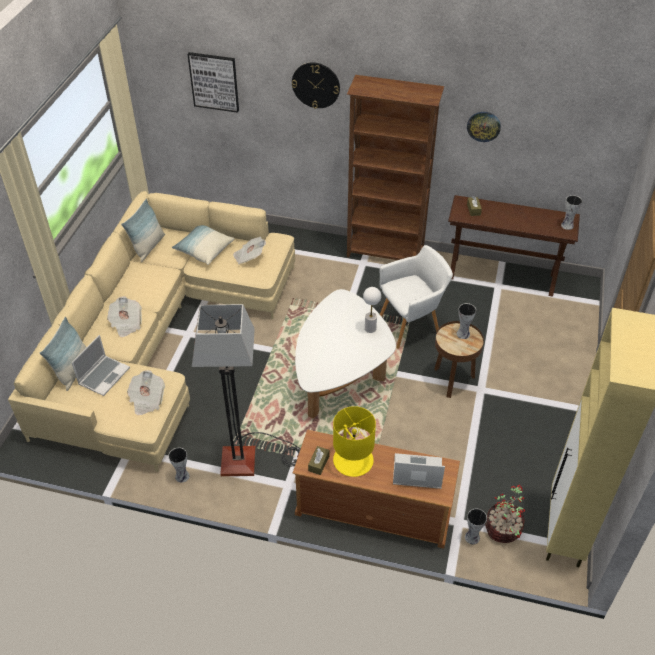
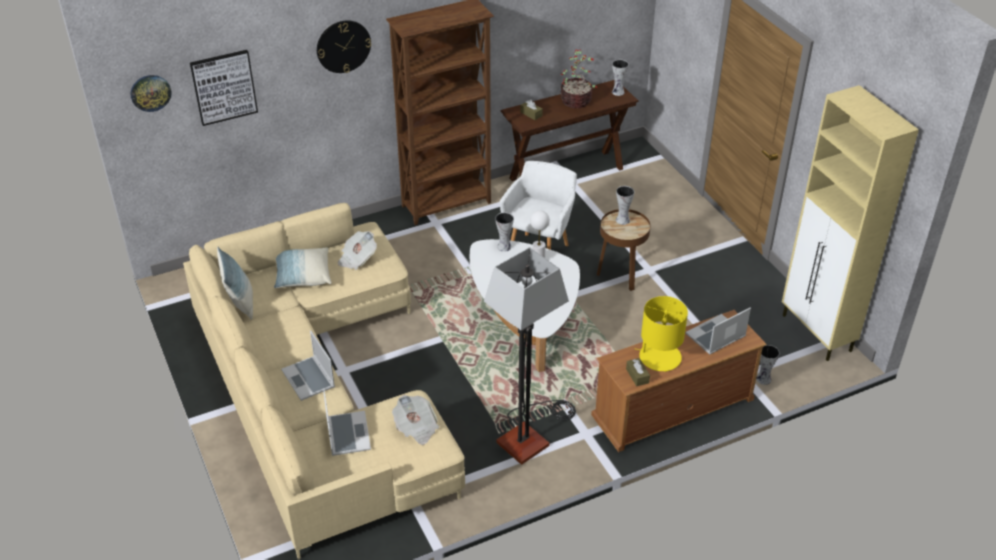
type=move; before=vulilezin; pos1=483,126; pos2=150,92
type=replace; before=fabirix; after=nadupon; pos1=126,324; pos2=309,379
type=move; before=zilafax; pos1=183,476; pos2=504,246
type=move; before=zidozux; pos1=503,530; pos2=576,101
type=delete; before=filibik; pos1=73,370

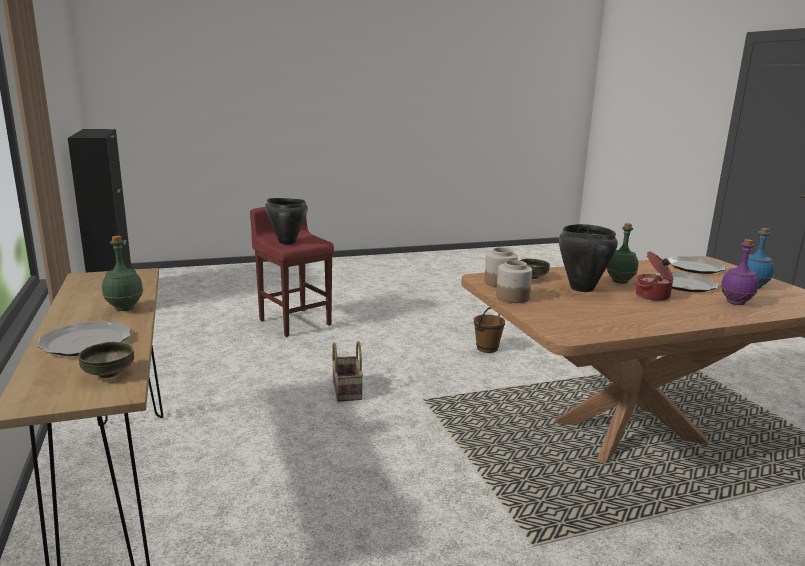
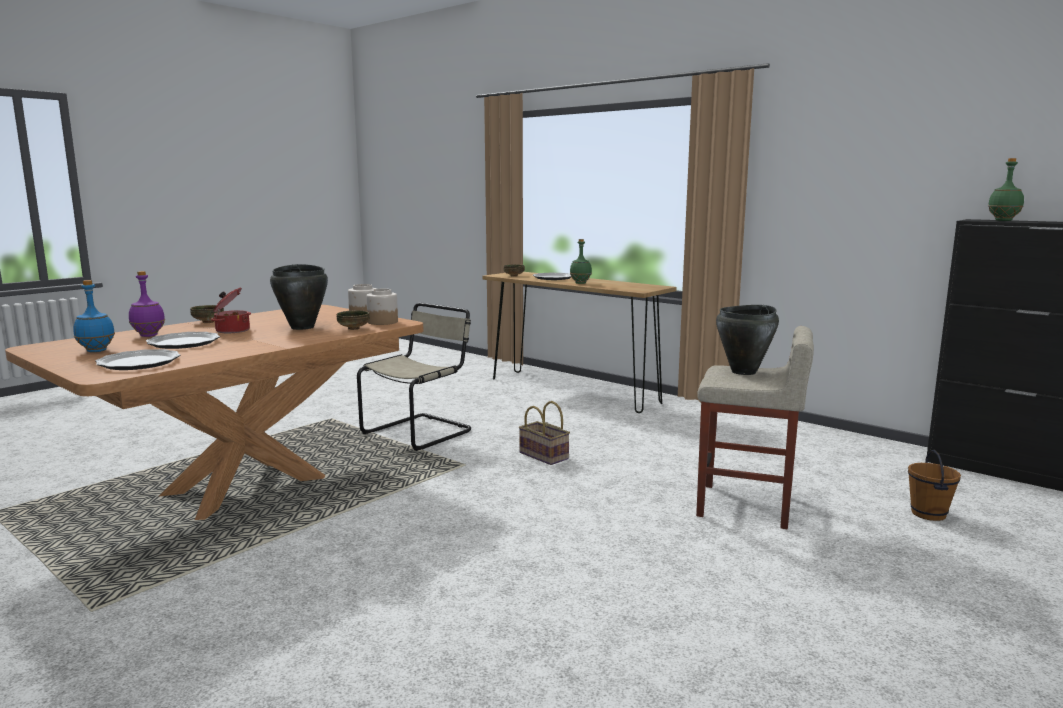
type=insert; after=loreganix; pos2=207,322
type=insert; after=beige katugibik; pos2=420,432
type=recolor; before=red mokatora; after=beige mokatora; pos1=294,322; pos2=746,506
type=move; before=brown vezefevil; pos1=487,348; pos2=929,514
type=move; before=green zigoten; pos1=620,282; pos2=1003,220

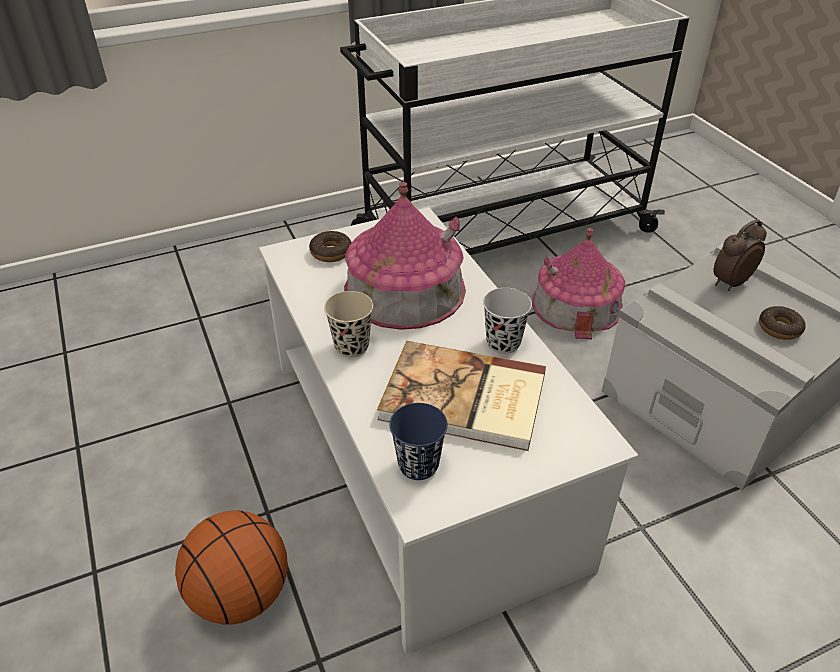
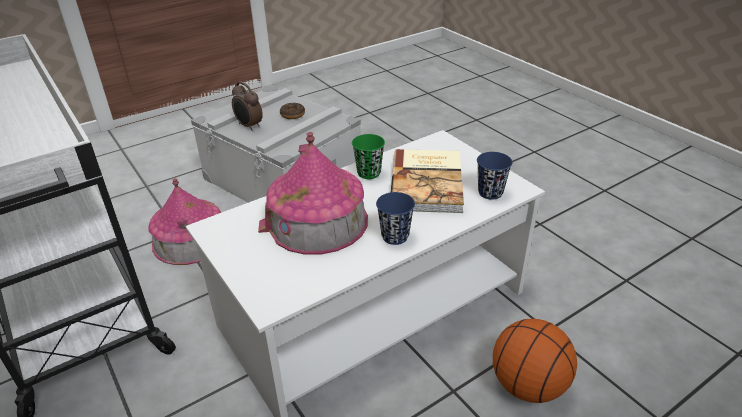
type=recolor; before=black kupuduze; after=green kupuduze; pos1=503,343; pos2=369,173
type=recolor; before=beige kupuduze; after=blue kupuduze; pos1=351,346; pos2=395,236
type=delete; before=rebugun; pos1=331,252

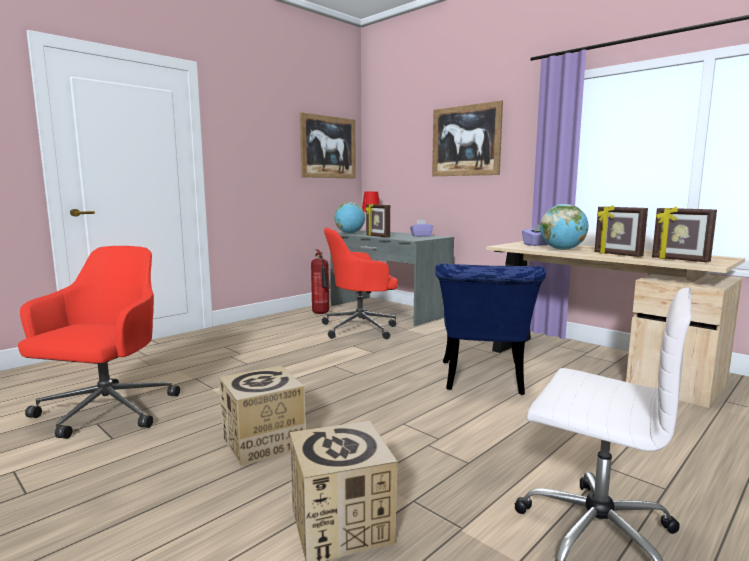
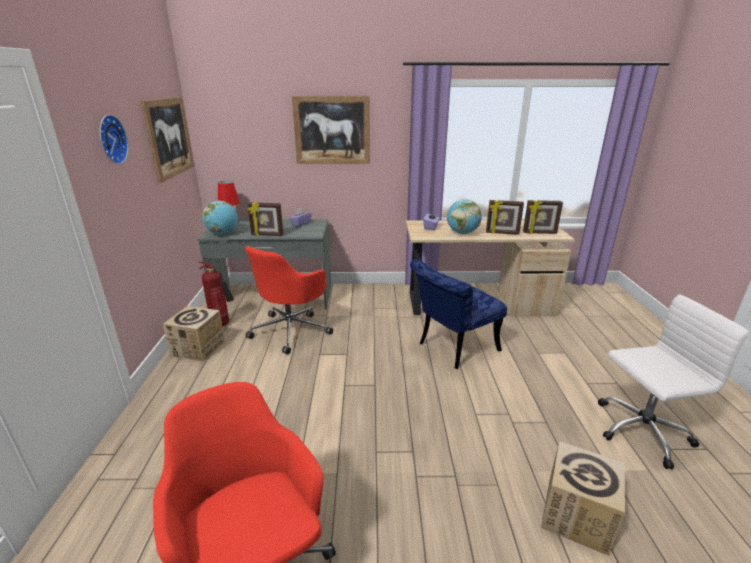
type=insert; after=vulilezin; pos2=110,139
type=move; before=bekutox; pos1=263,442; pos2=198,348
type=rotate; before=blue katugibik; pos1=482,381; pos2=452,348; turn=90

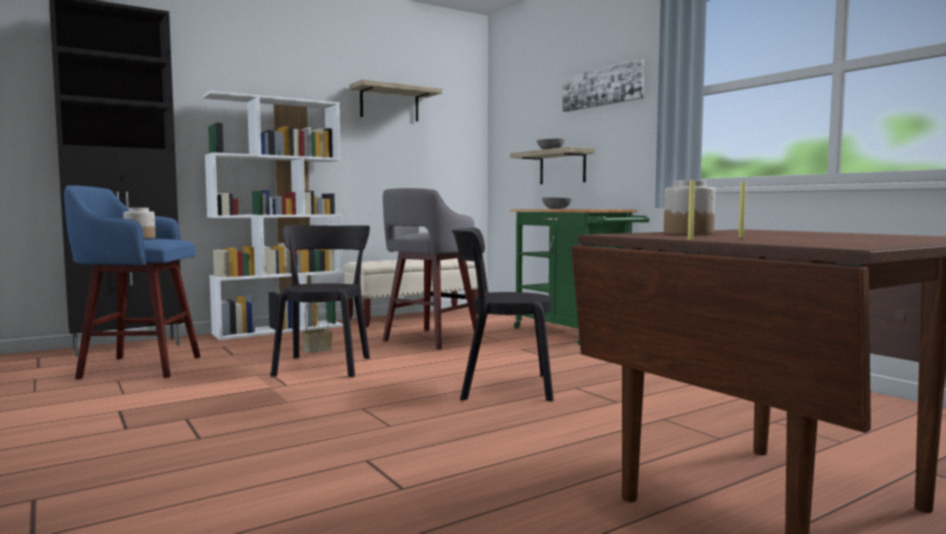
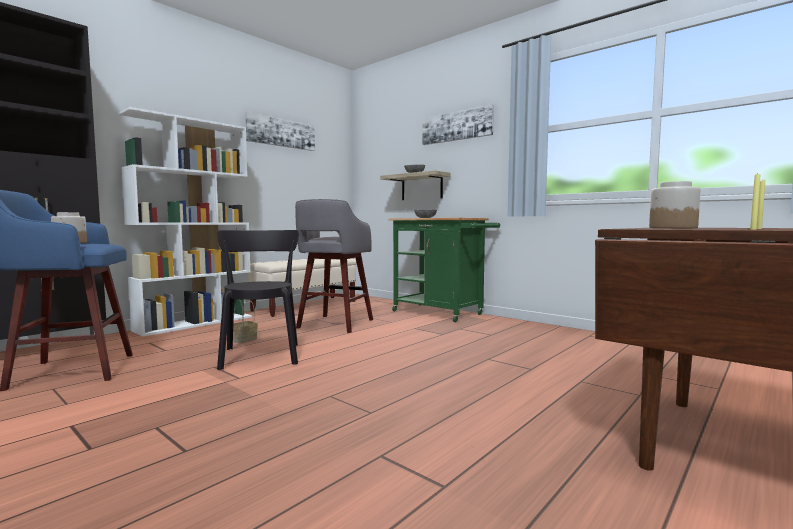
type=replace; before=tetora; after=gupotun; pos1=389,104; pos2=281,133
type=delete; before=black katugibik; pos1=500,387

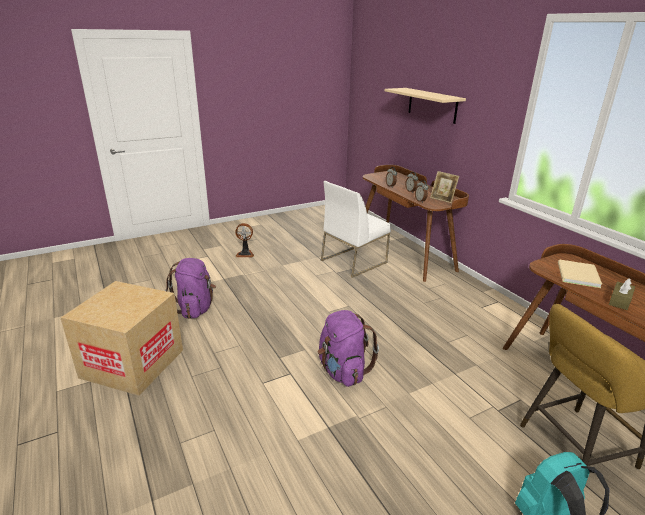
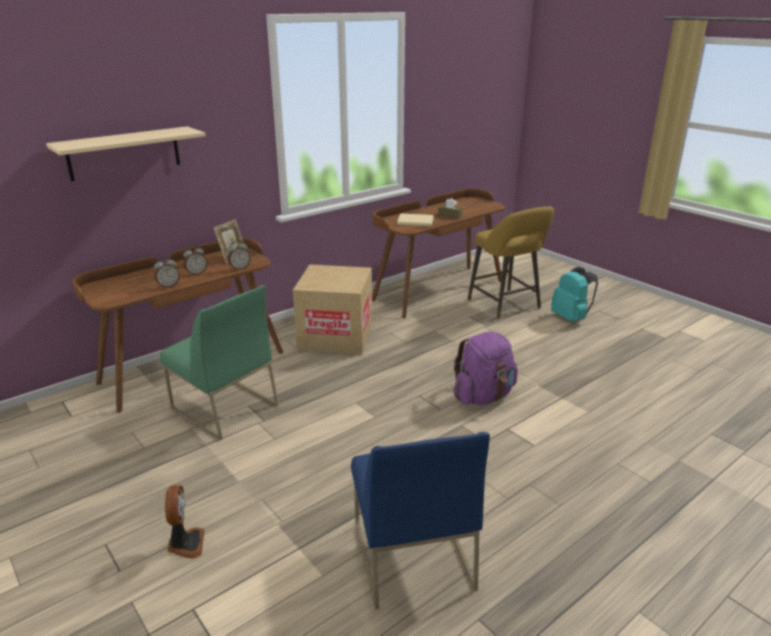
type=recolor; before=white katugibik; after=green katugibik; pos1=354,261; pos2=224,407
type=move; before=bekutox; pos1=132,363; pos2=336,336
type=replace; before=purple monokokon; after=blue katugibik; pos1=195,308; pos2=411,555

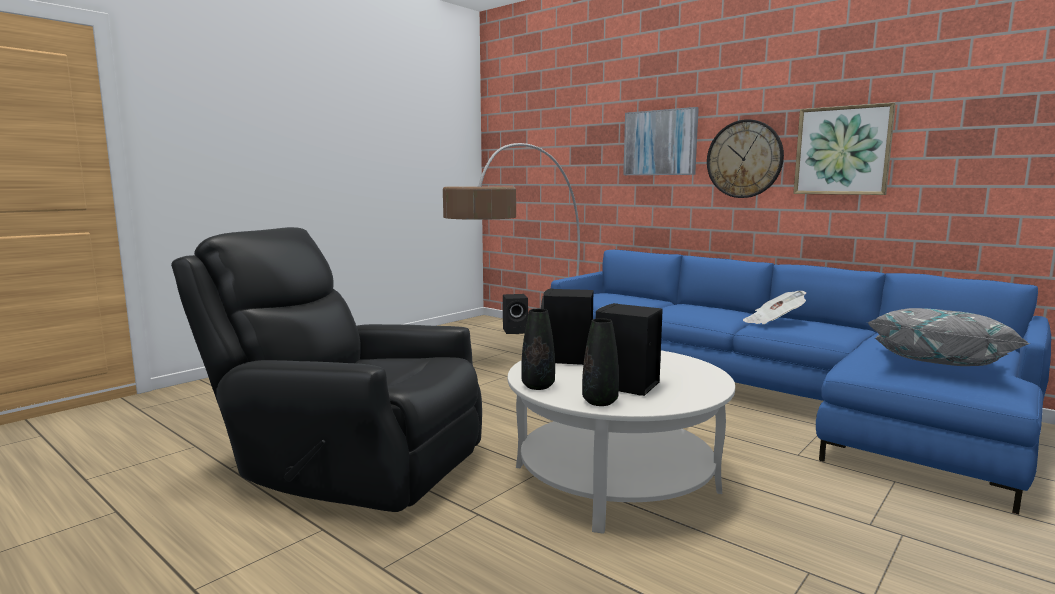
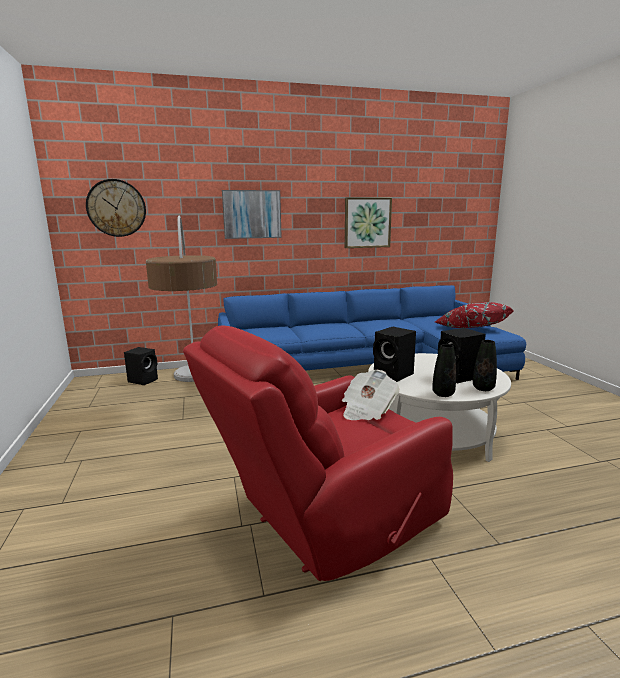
type=move; before=vulilezin; pos1=744,159; pos2=116,208
type=recolor; before=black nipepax; after=red nipepax; pos1=347,465; pos2=327,522
type=move; before=fabirix; pos1=773,322; pos2=367,410
type=recolor; before=grey filibik; after=red filibik; pos1=937,366; pos2=471,328

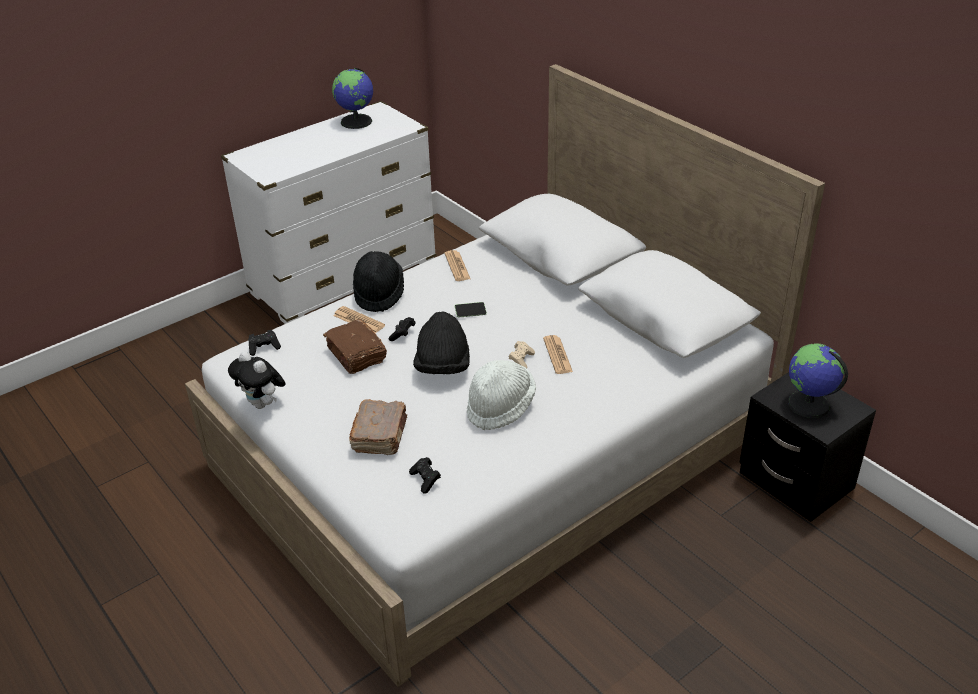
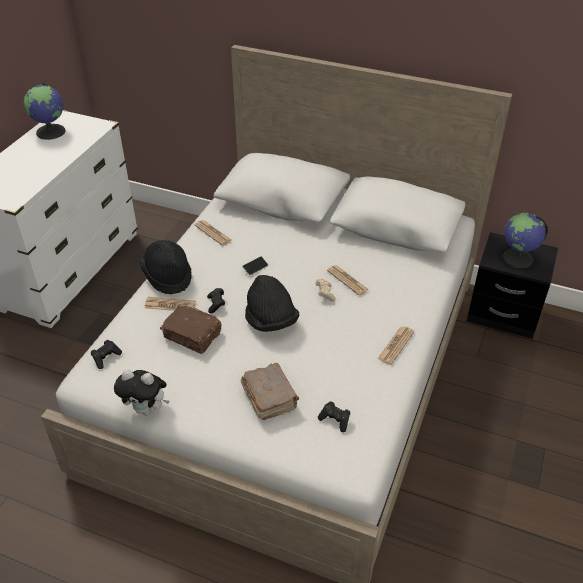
type=insert; after=fabirix; pos2=396,345
type=delete; before=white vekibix; pos1=500,407

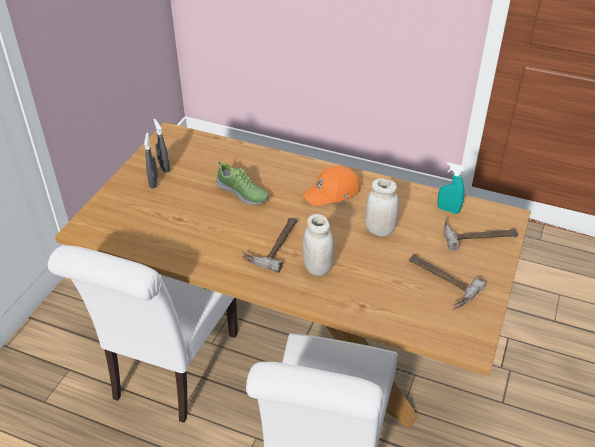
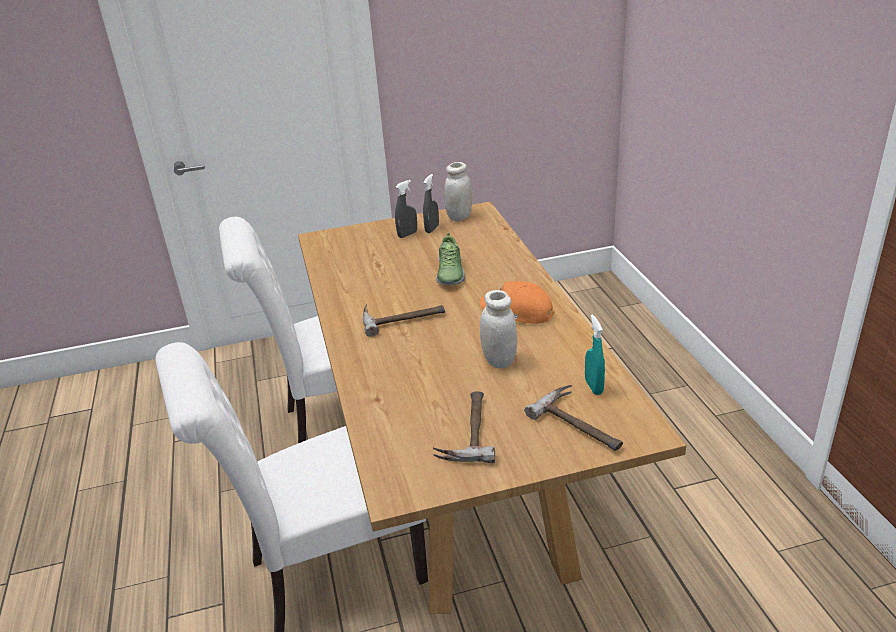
type=move; before=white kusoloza; pos1=317,267; pos2=459,217

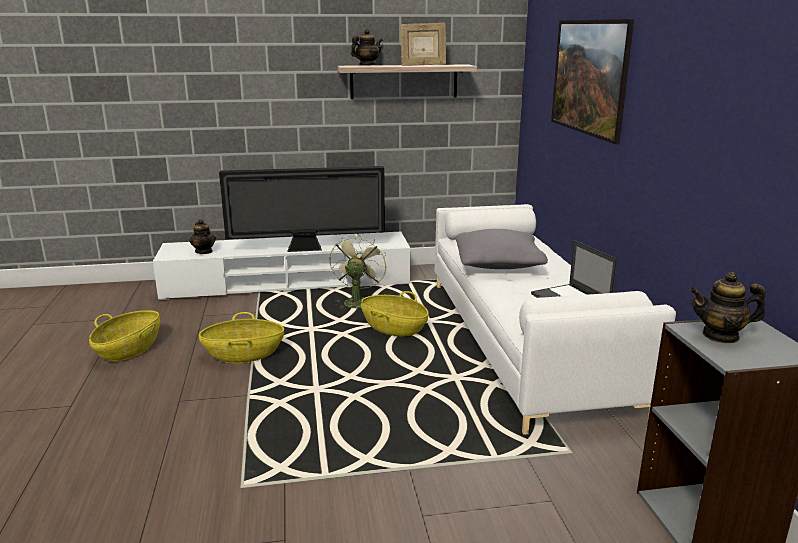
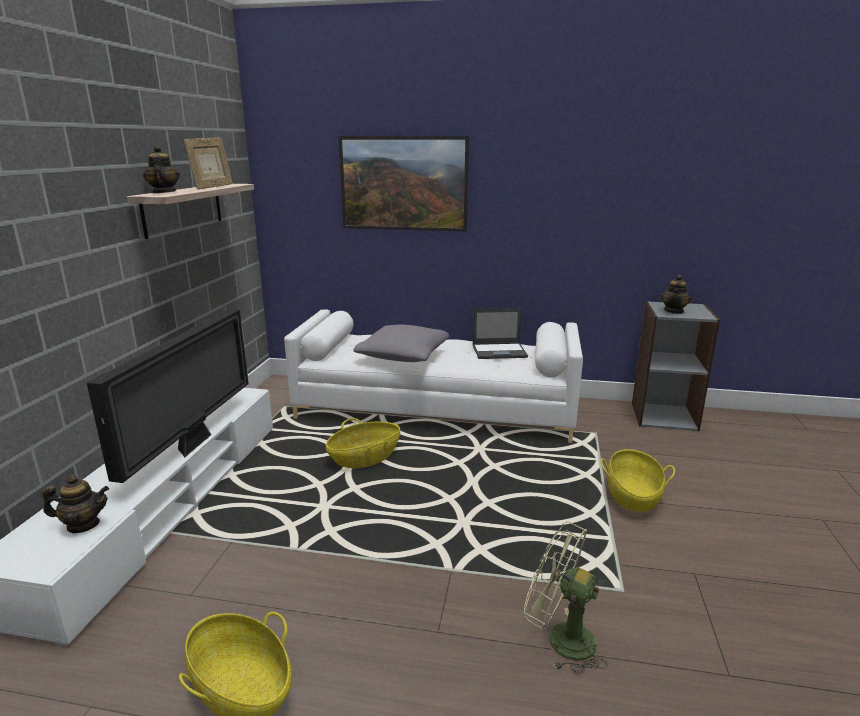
type=move; before=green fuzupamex; pos1=356,301; pos2=560,639
type=move; before=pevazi; pos1=243,355; pos2=633,495

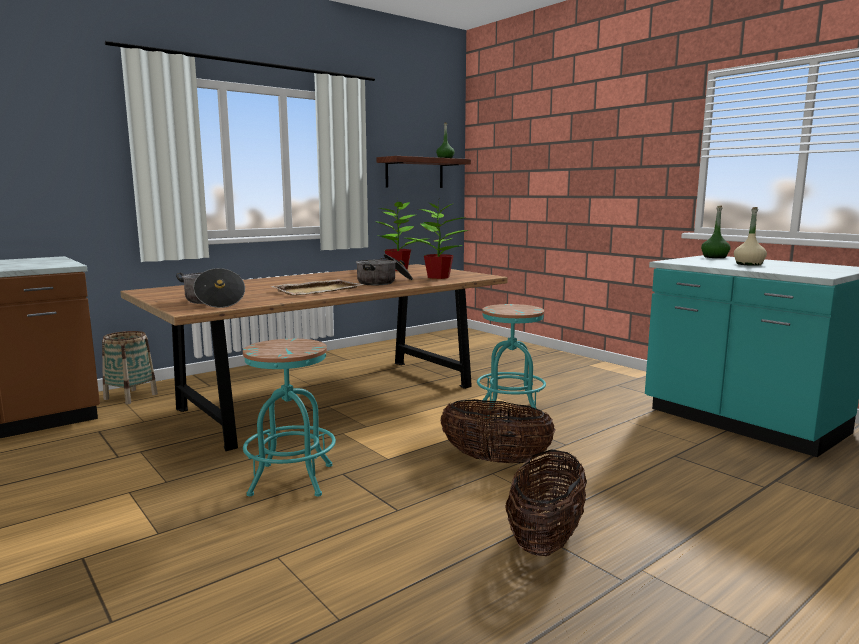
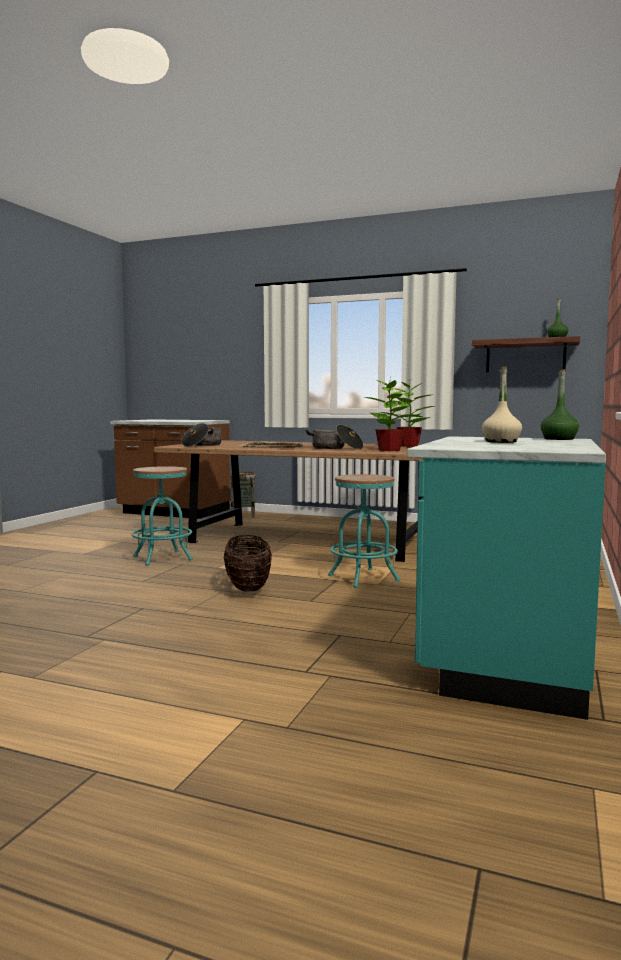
type=delete; before=pevazi; pos1=545,539

